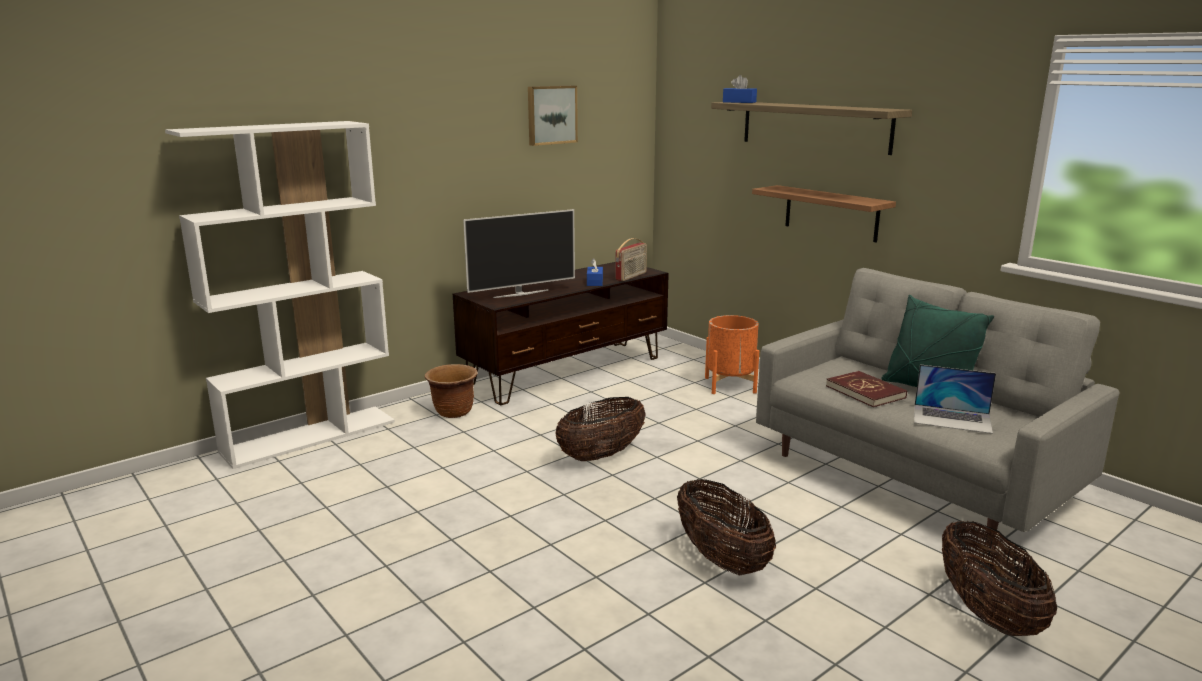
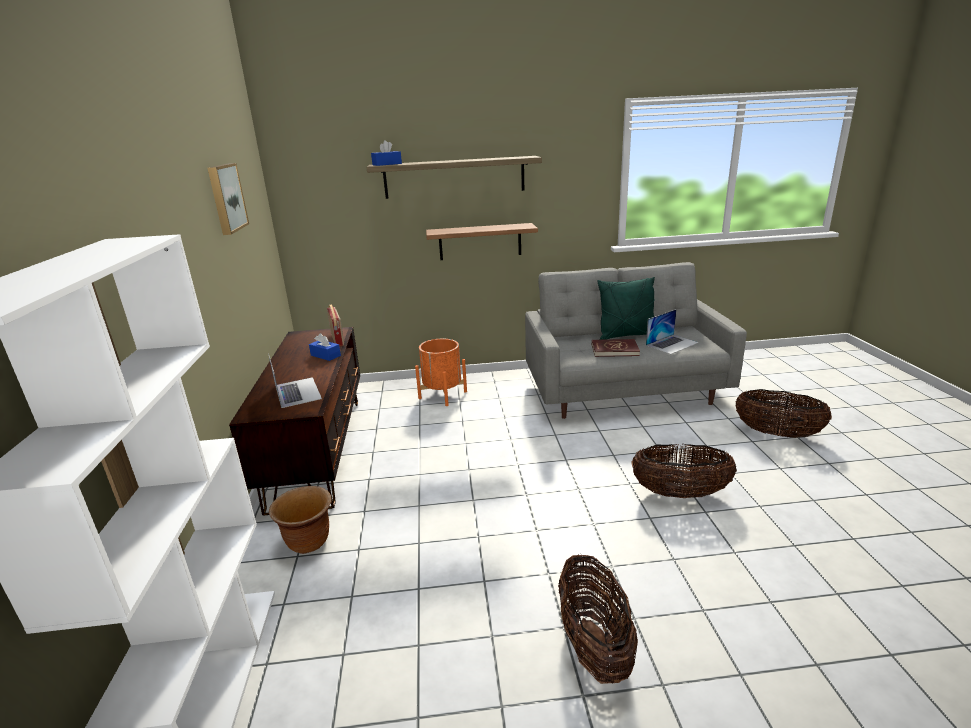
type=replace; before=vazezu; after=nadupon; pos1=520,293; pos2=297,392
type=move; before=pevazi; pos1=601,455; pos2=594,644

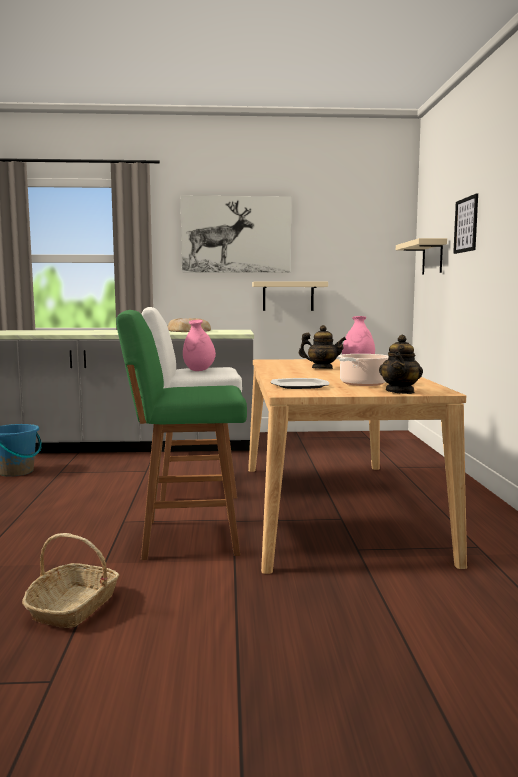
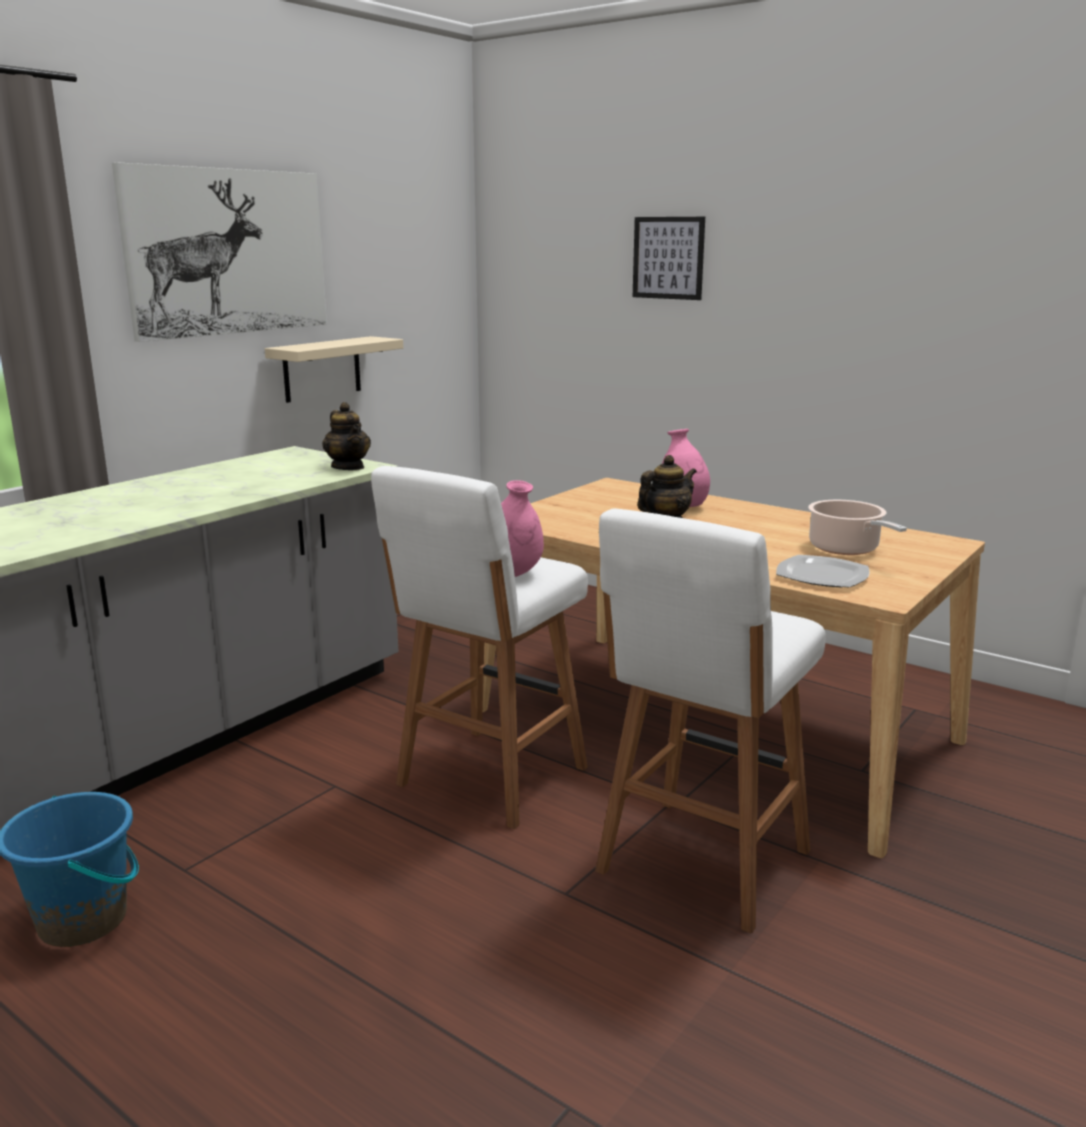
type=move; before=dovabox; pos1=400,391; pos2=348,467
type=recolor; before=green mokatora; after=white mokatora; pos1=185,537; pos2=700,865
type=delete; before=pevazi; pos1=73,607
type=delete; before=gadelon; pos1=187,331
type=delete; before=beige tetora; pos1=432,257

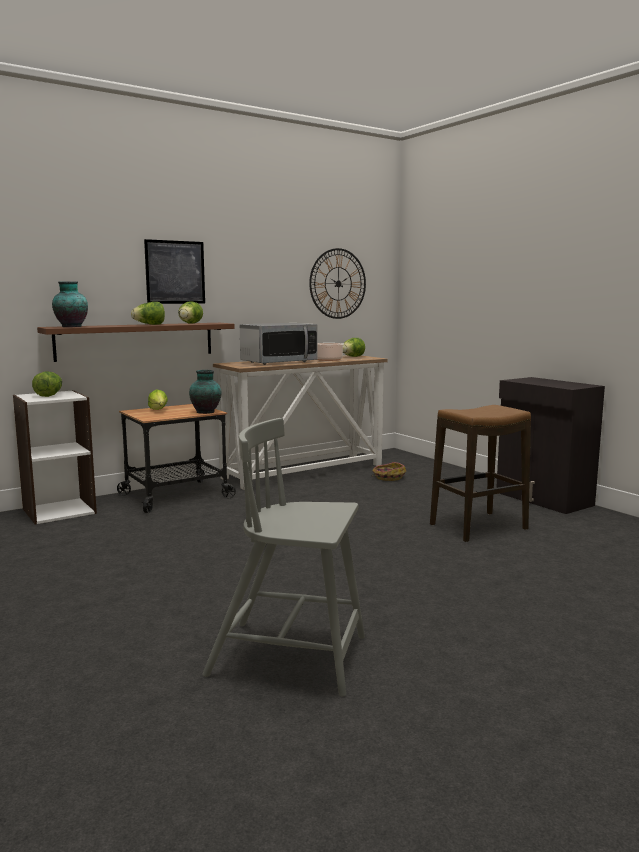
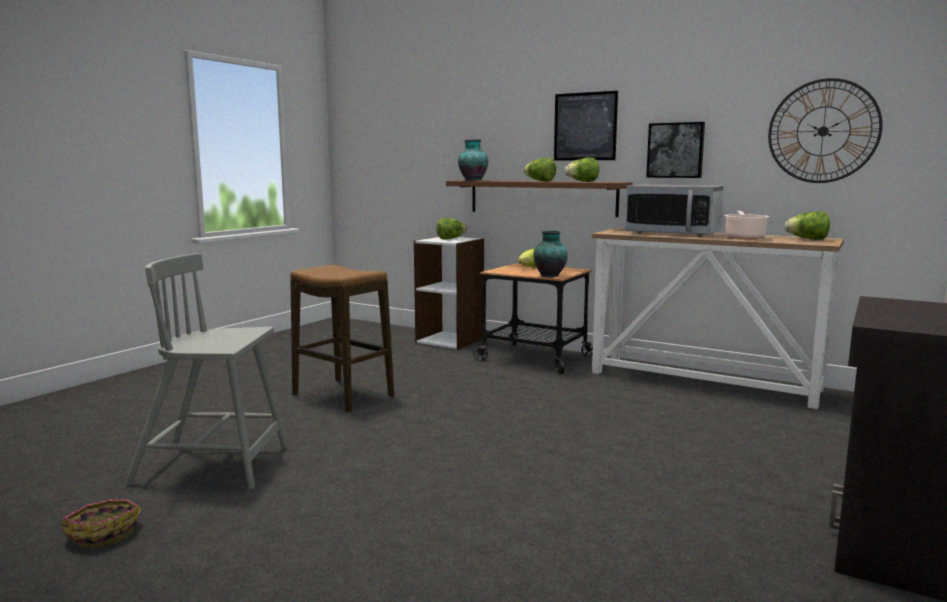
type=move; before=pevazi; pos1=388,477; pos2=104,533
type=rotate; before=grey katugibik; pos1=291,656; pos2=214,465; turn=-75
type=move; before=mokatora; pos1=478,527; pos2=343,396
type=insert; after=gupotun; pos2=675,150

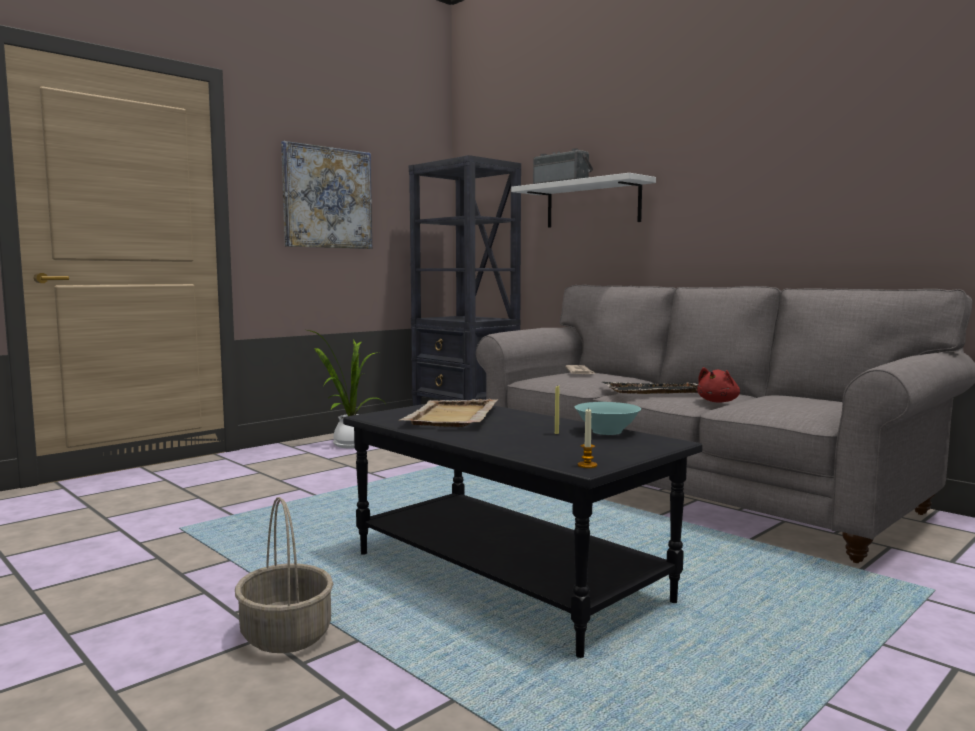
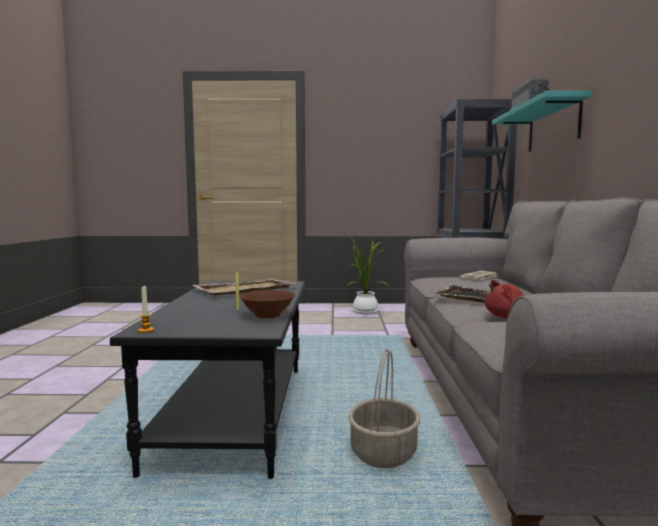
type=recolor; before=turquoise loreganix; after=brown loreganix; pos1=606,431; pos2=267,315
type=move; before=pevazi; pos1=285,634; pos2=383,452
type=recolor; before=white tetora; after=turquoise tetora; pos1=592,204; pos2=553,126
type=delete; before=gupotun; pos1=327,198

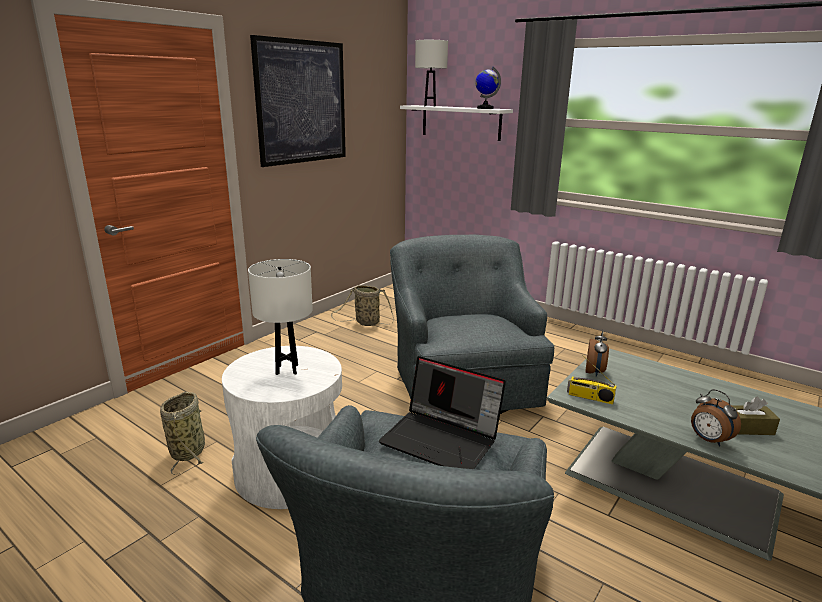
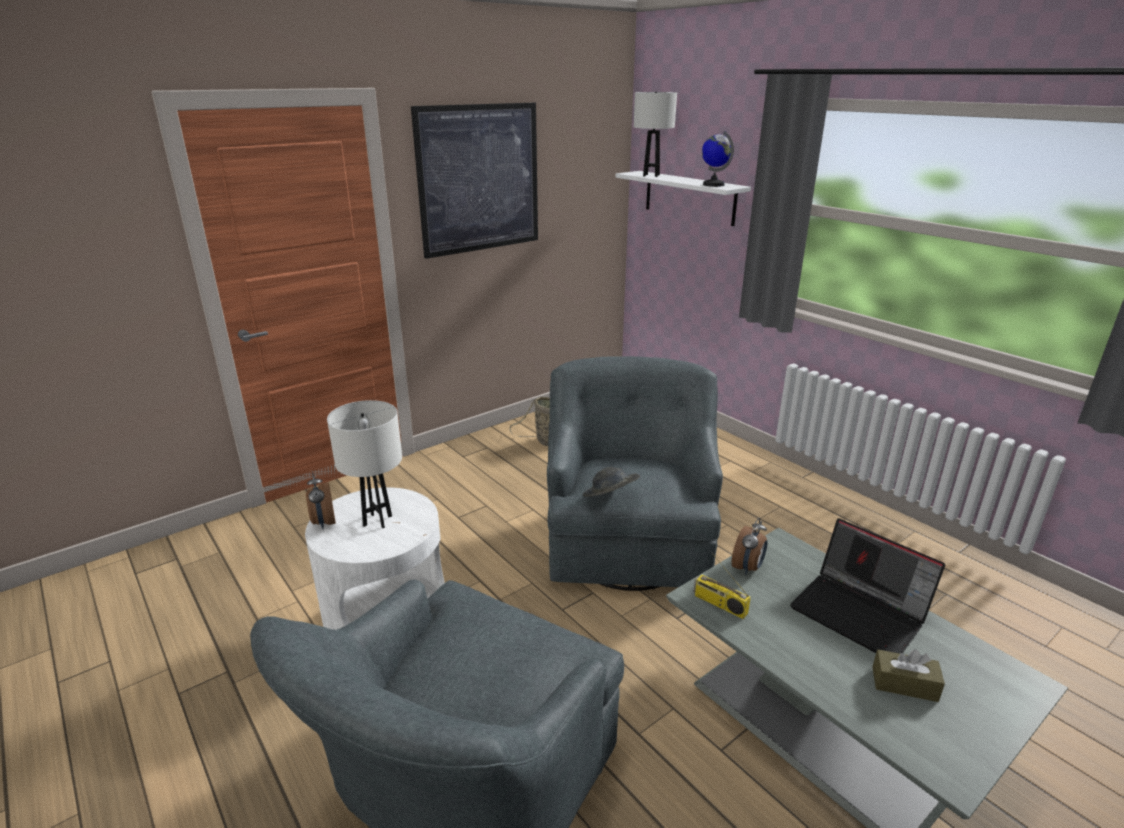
type=move; before=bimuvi; pos1=708,440; pos2=323,522
type=insert; after=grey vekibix; pos2=610,498
type=move; before=nadupon; pos1=442,439; pos2=860,613
type=delete; before=pevazi; pos1=188,450

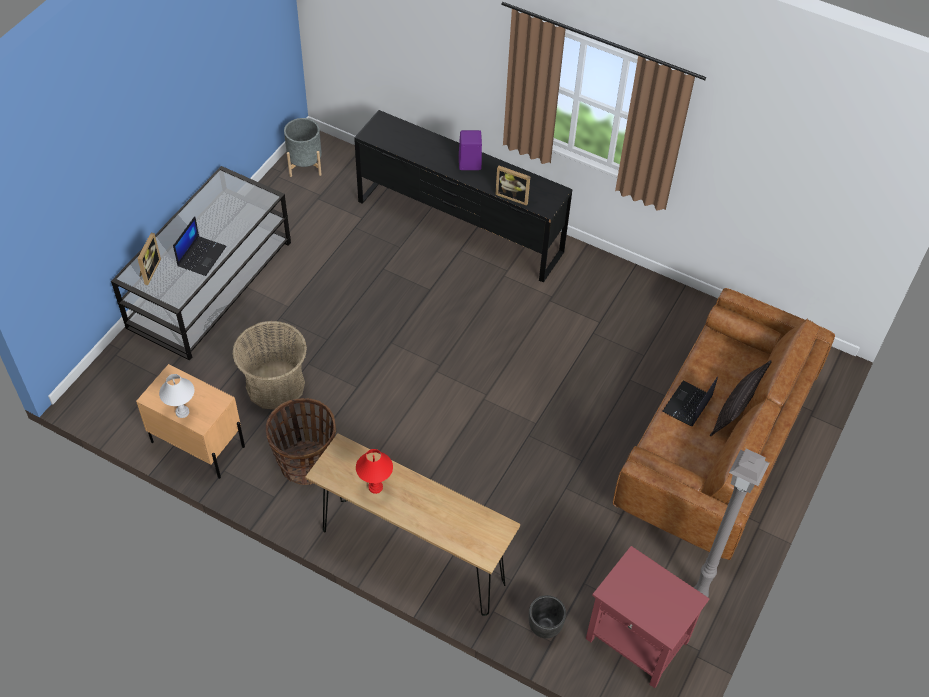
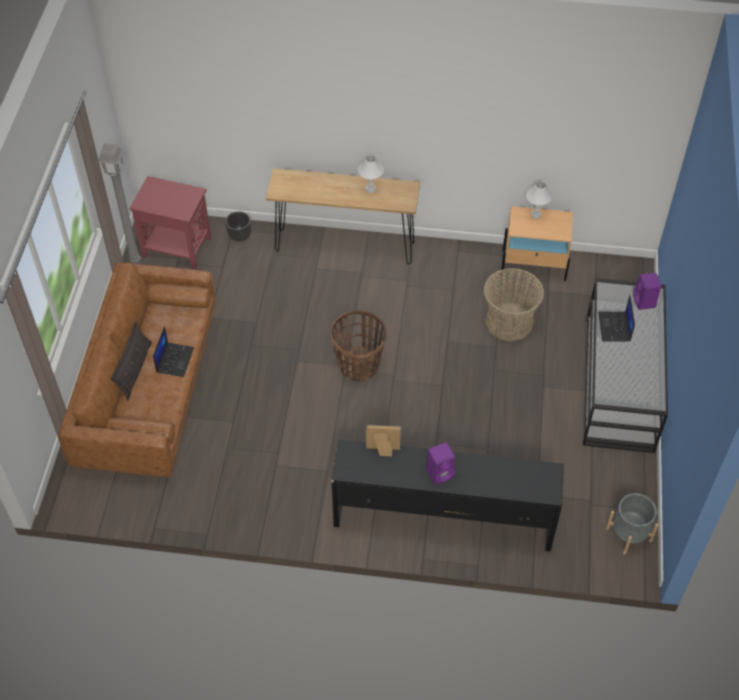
type=move; before=pevazi; pos1=305,463; pos2=359,365
type=recolor; before=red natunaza; after=white natunaza; pos1=375,487; pos2=370,189
type=replace; before=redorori; after=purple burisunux; pos1=149,271; pos2=644,302

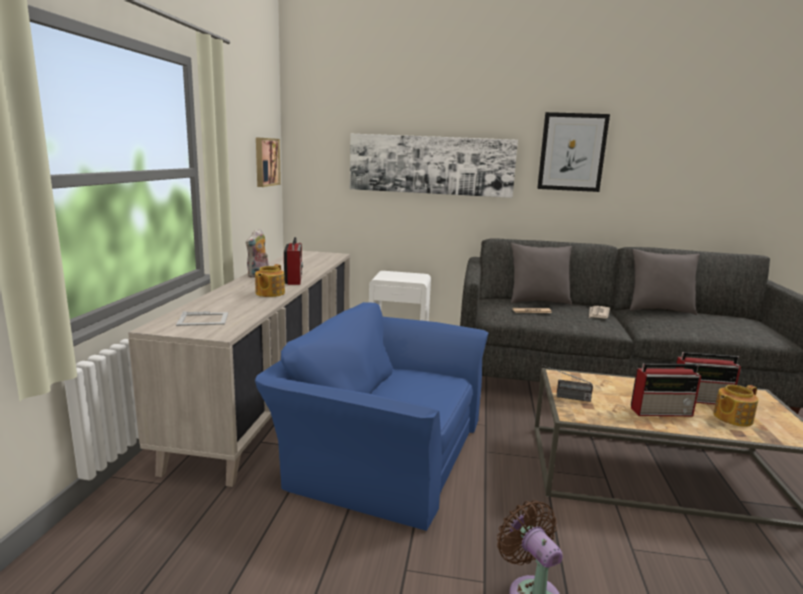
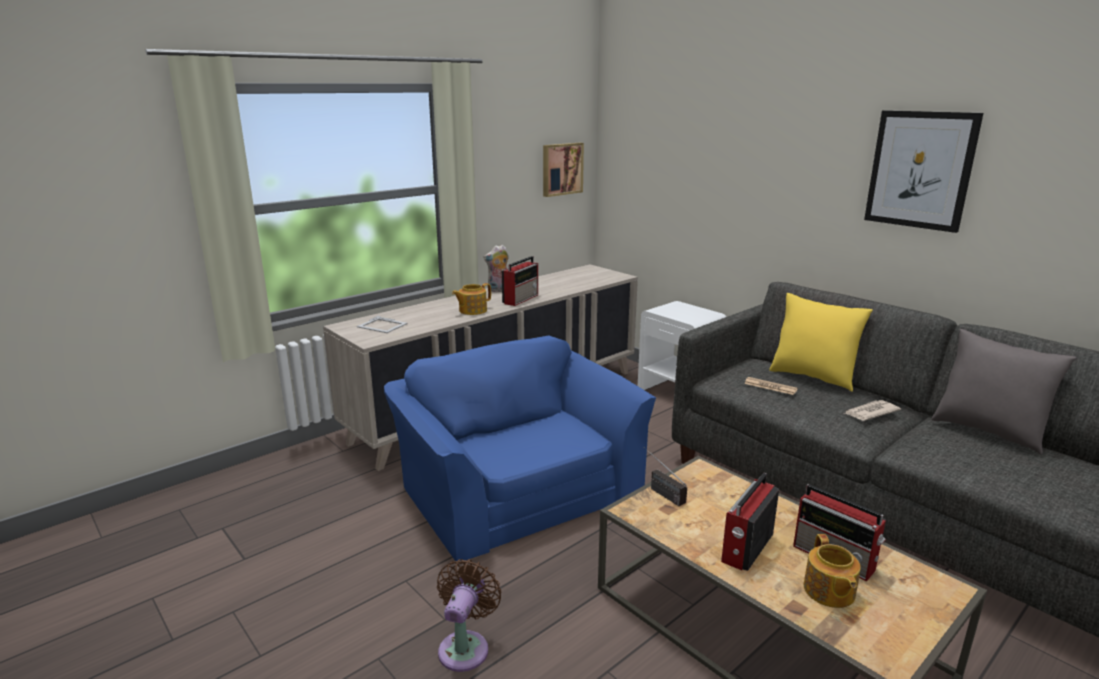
type=rotate; before=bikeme; pos1=662,411; pos2=746,548; turn=90
type=recolor; before=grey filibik; after=yellow filibik; pos1=538,302; pos2=812,377
type=rotate; before=dovabox; pos1=731,418; pos2=828,591; turn=-105
type=delete; before=gupotun; pos1=431,165

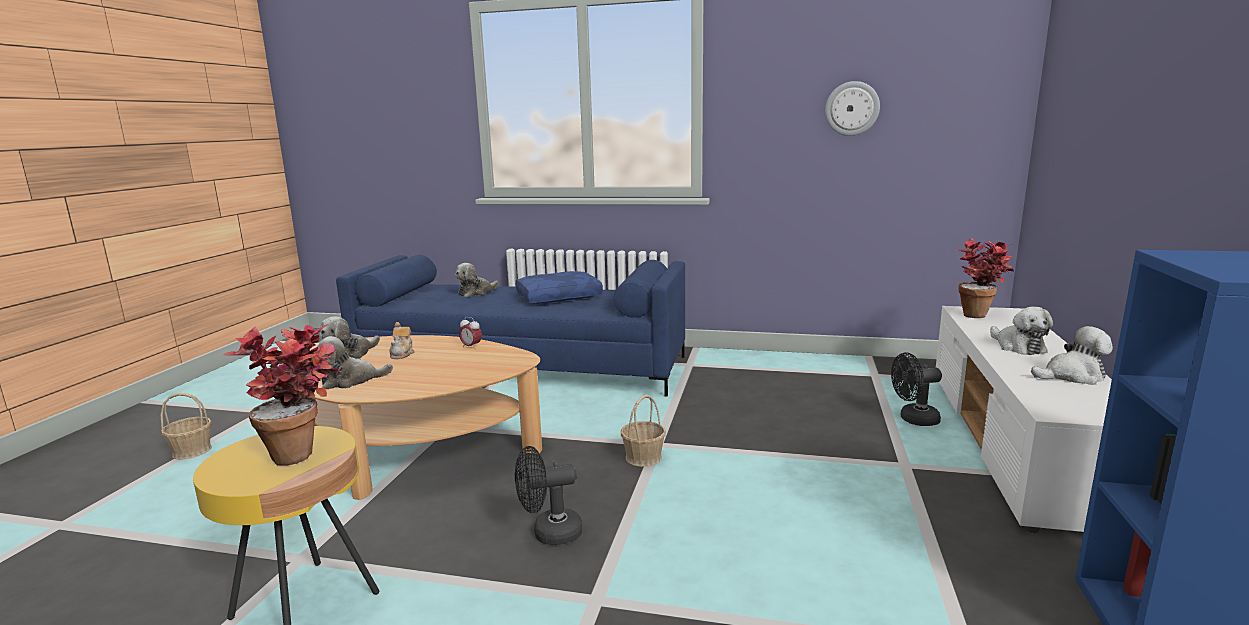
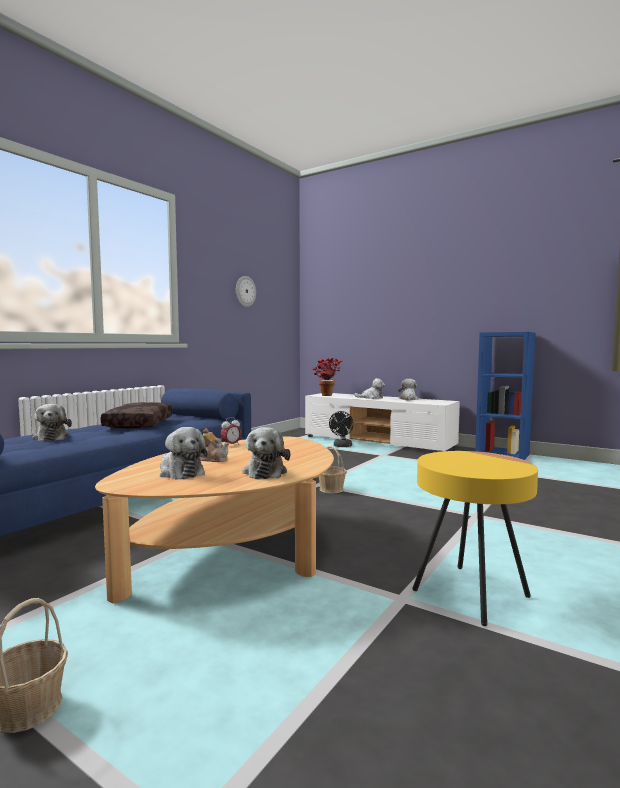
type=recolor; before=blue filibik; after=brown filibik; pos1=559,297; pos2=138,424
type=delete; before=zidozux; pos1=305,451
type=delete; before=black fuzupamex; pos1=549,533

